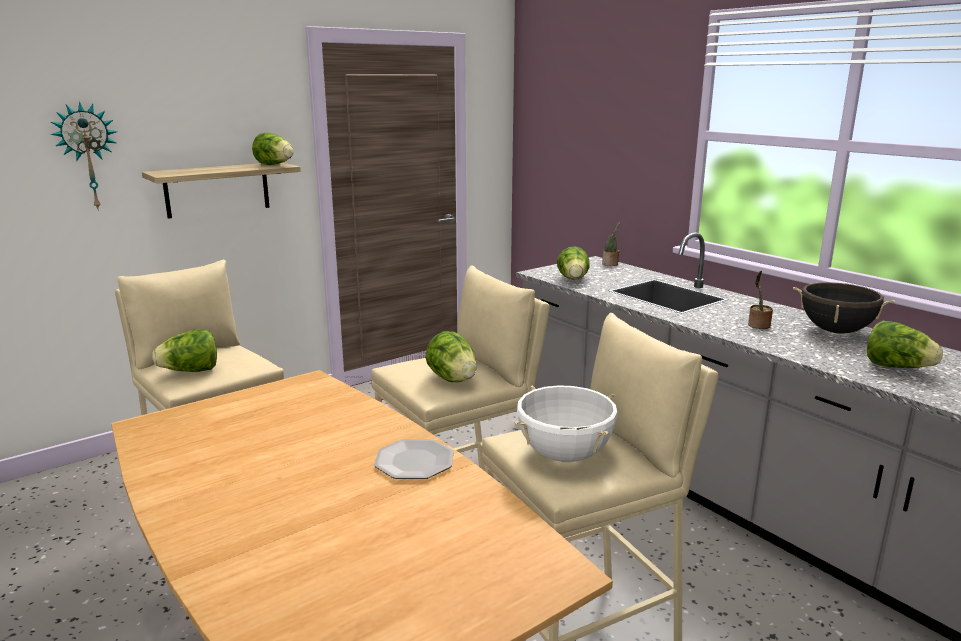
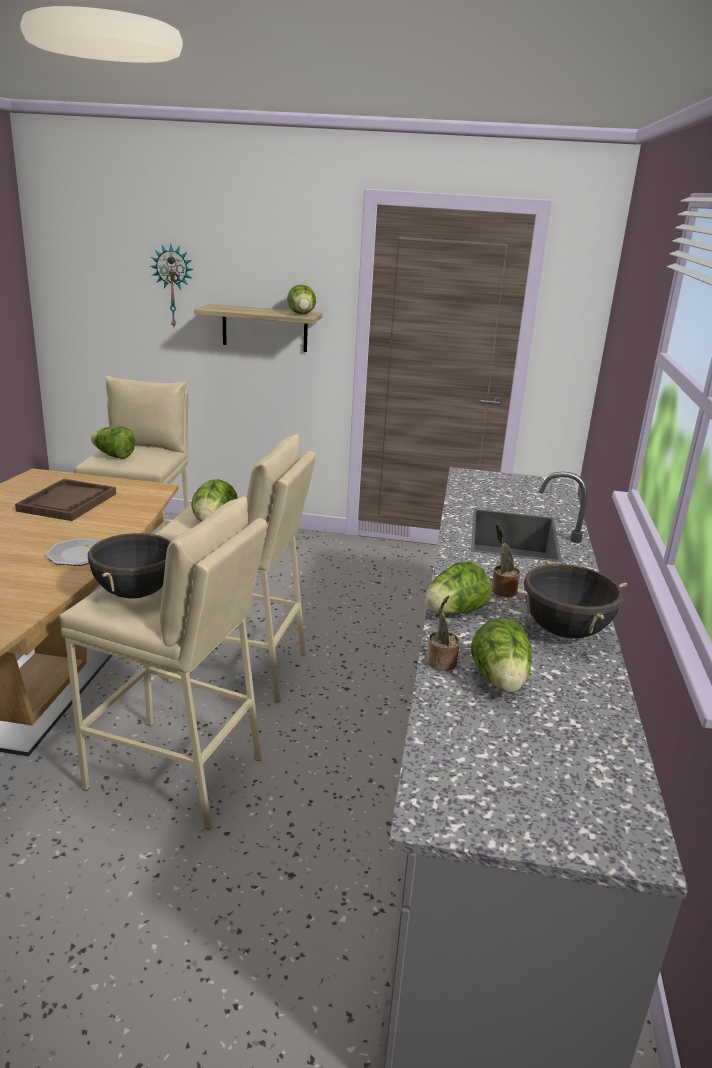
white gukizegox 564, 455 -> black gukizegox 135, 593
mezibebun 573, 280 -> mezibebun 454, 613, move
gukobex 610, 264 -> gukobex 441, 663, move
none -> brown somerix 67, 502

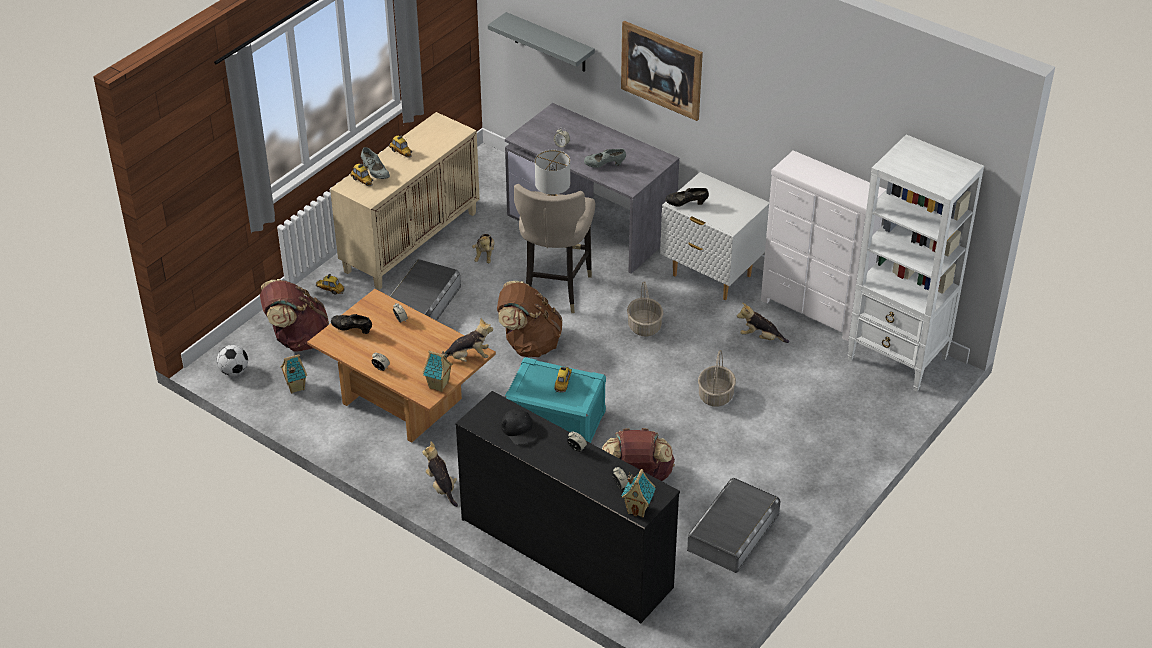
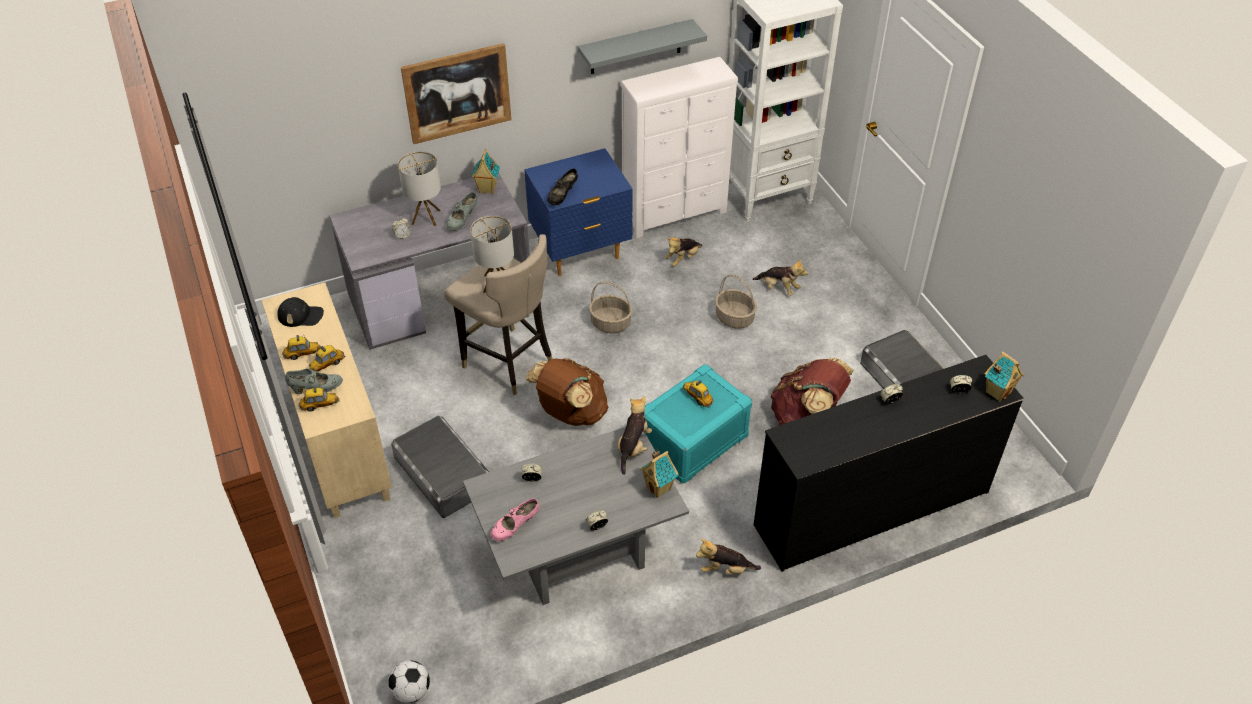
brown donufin 297, 339 -> none
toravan 295, 387 -> toravan 487, 189, move
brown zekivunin 405, 400 -> grey zekivunin 577, 546
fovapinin 330, 290 -> fovapinin 327, 365, move
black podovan 352, 330 -> pink podovan 515, 527
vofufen 484, 255 -> vofufen 779, 288, move
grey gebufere 550, 43 -> grey gebufere 635, 47, move
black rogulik 519, 430 -> black rogulik 301, 315, move
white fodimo 711, 276 -> blue fodimo 580, 253
none -> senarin 426, 217

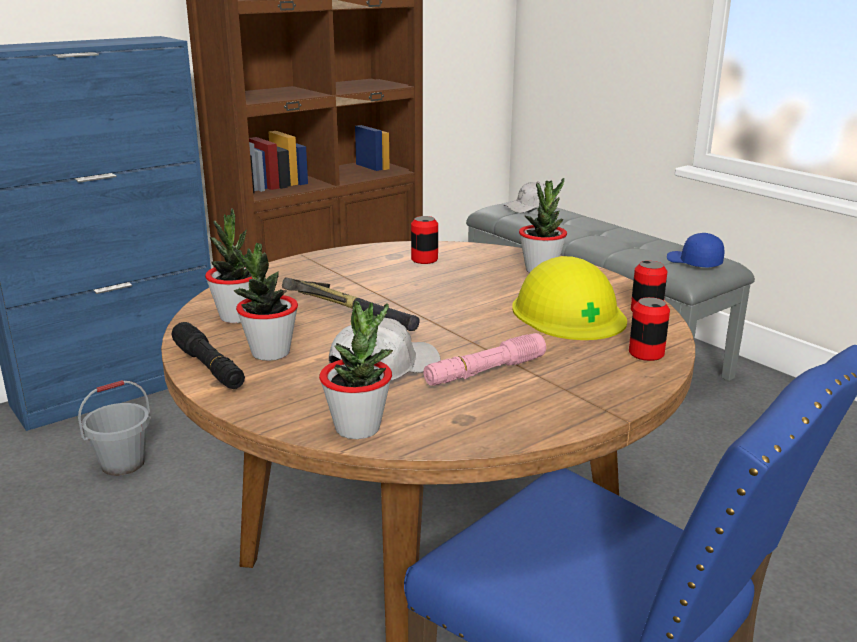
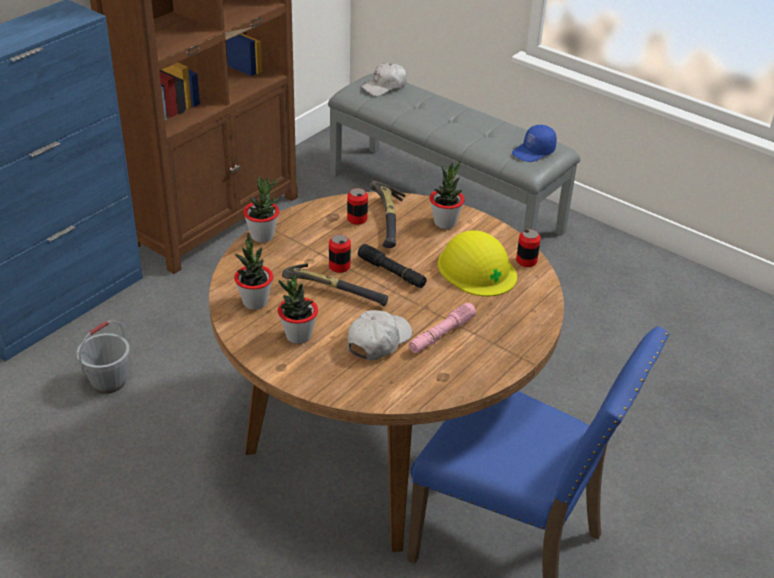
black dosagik 209, 367 -> black dosagik 392, 272, move
gukobex 358, 428 -> gukobex 262, 236, move
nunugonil 646, 353 -> nunugonil 339, 266, move
blue rogulik 693, 262 -> blue rogulik 534, 152, 75 degrees counterclockwise
none -> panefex 390, 221

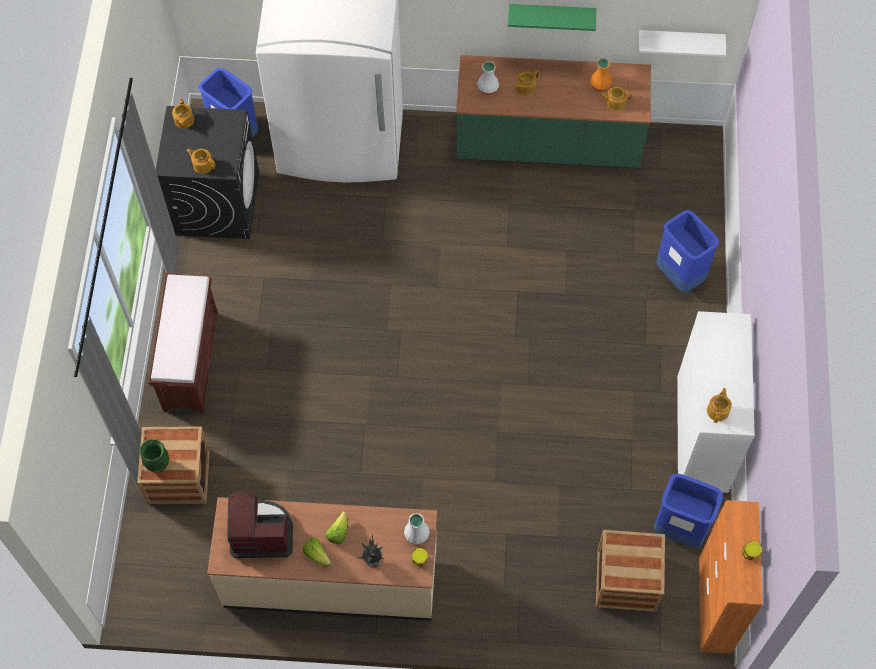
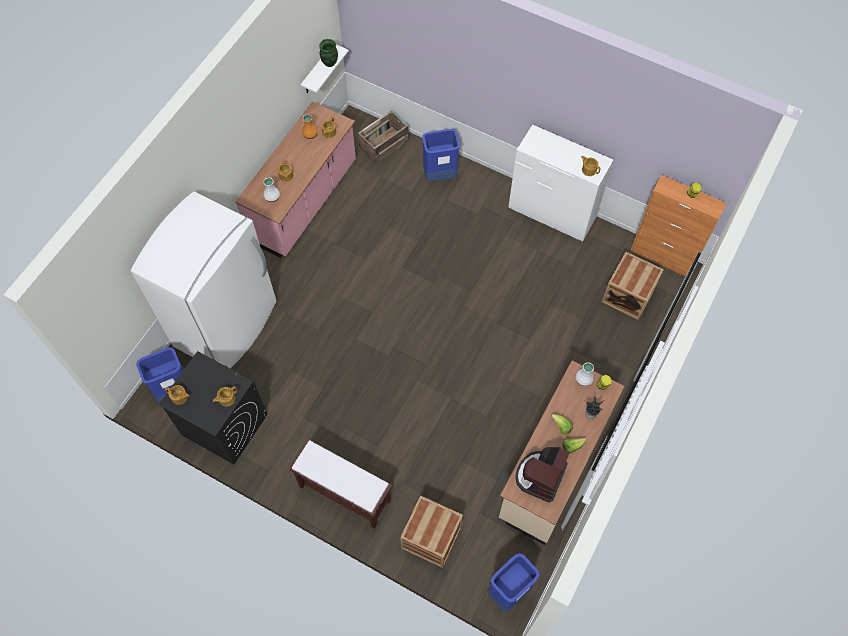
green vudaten 158, 464 -> green vudaten 329, 63, move
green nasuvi 548, 145 -> pink nasuvi 305, 202
green gebufere 551, 15 -> none
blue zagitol 679, 530 -> blue zagitol 509, 591, move
none -> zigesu 384, 143

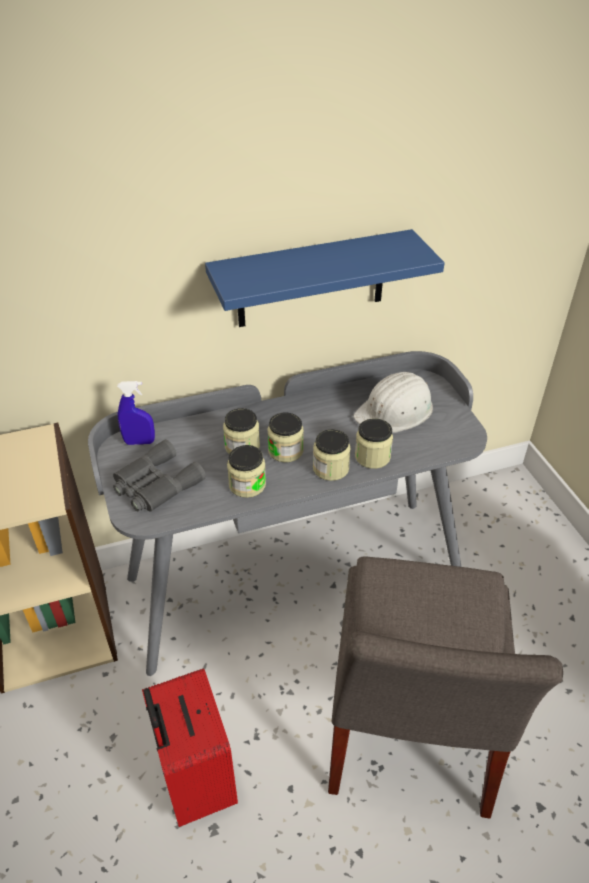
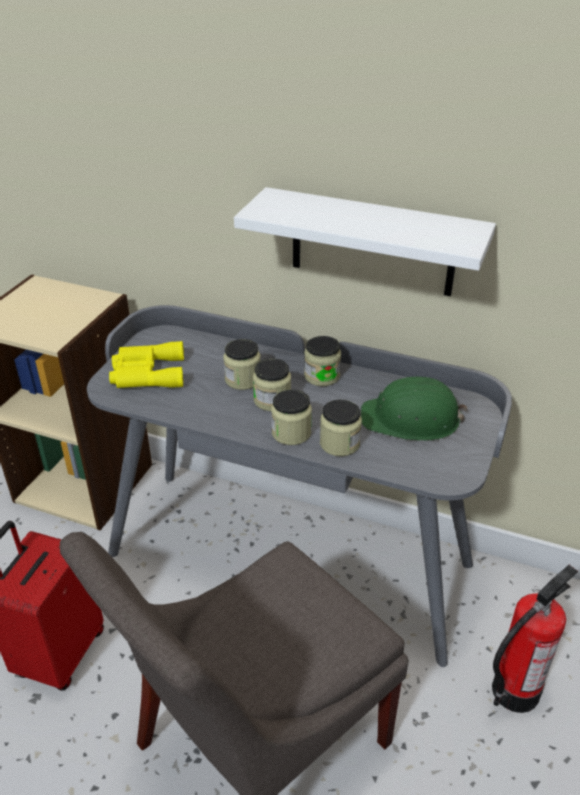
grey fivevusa 155, 485 -> yellow fivevusa 146, 373
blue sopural 139, 442 -> none
blue gebufere 311, 280 -> white gebufere 372, 243
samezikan 247, 484 -> samezikan 322, 376, move
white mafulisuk 395, 411 -> green mafulisuk 411, 419
none -> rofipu 514, 691

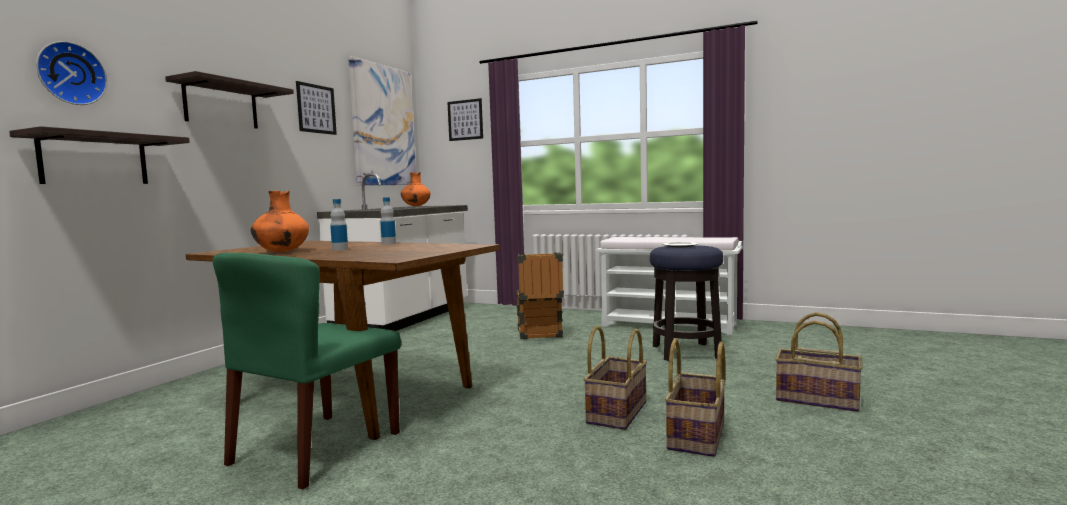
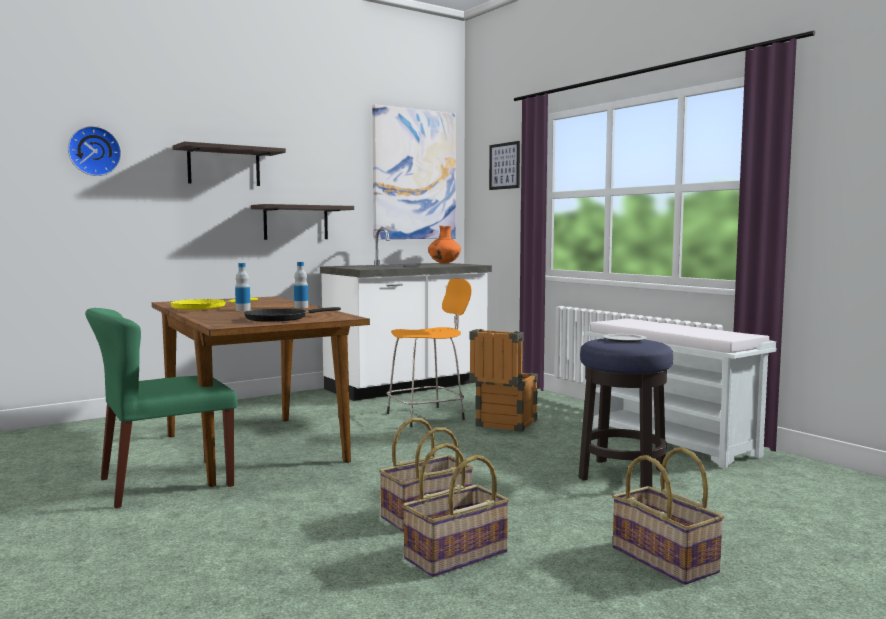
gebufere 94, 160 -> gebufere 296, 222, move
orange vudaten 281, 252 -> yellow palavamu 203, 307
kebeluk 316, 109 -> none
none -> black palavamu 280, 318
none -> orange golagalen 428, 416

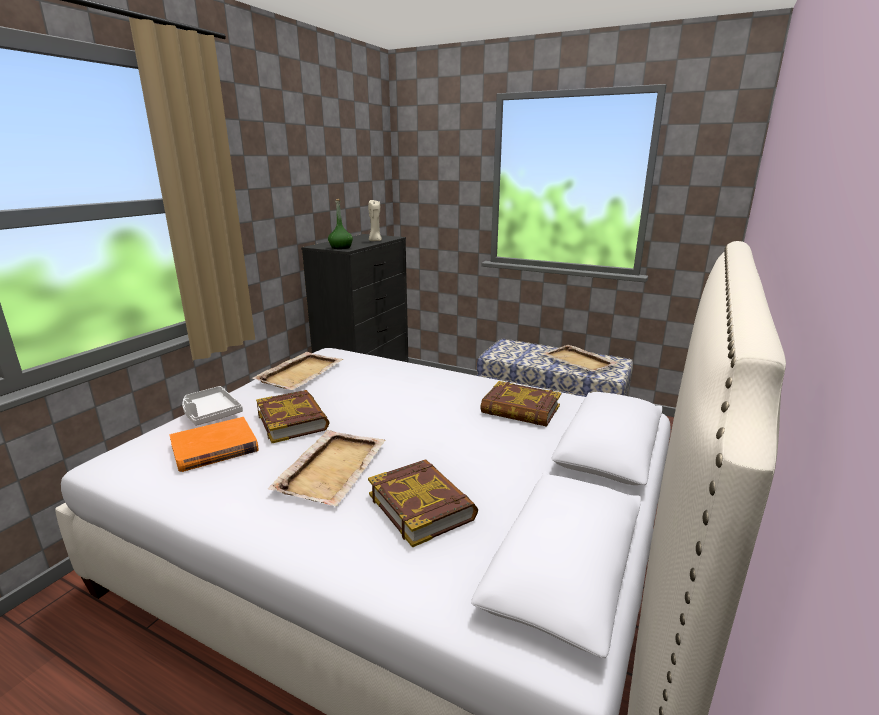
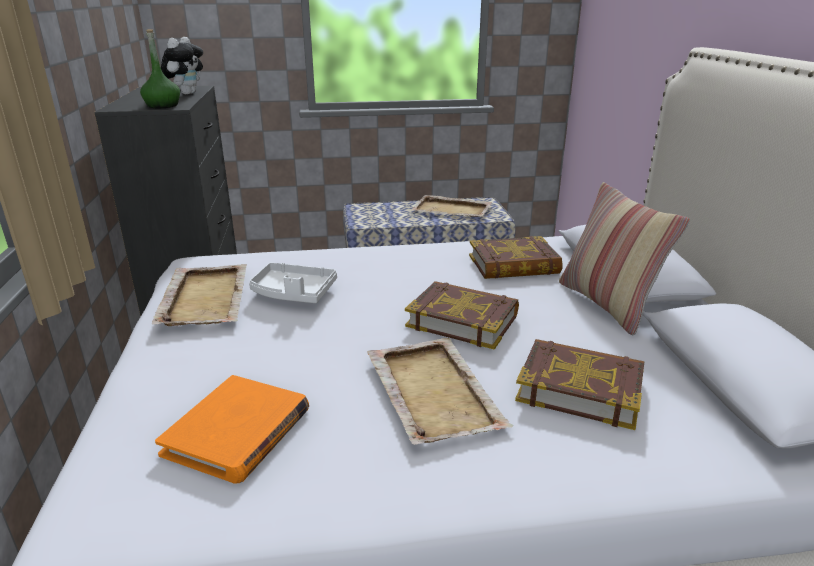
white somerix 210, 413 -> white somerix 293, 293, move
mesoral 293, 421 -> mesoral 462, 320, move
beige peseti 375, 241 -> vofufen 187, 93
none -> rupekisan 607, 304

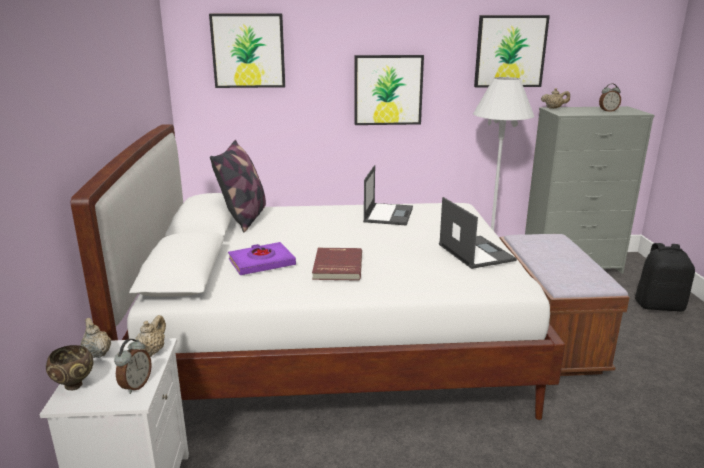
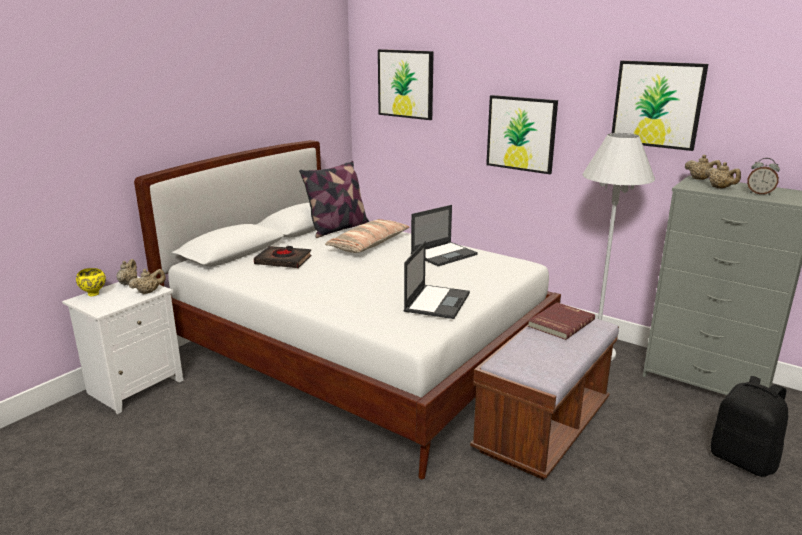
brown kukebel 75, 385 -> yellow kukebel 94, 294
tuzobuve 135, 385 -> none
purple mesoral 261, 263 -> black mesoral 283, 261
red mesoral 336, 266 -> red mesoral 560, 323, move
none -> rupekisan 369, 245
none -> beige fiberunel 720, 188

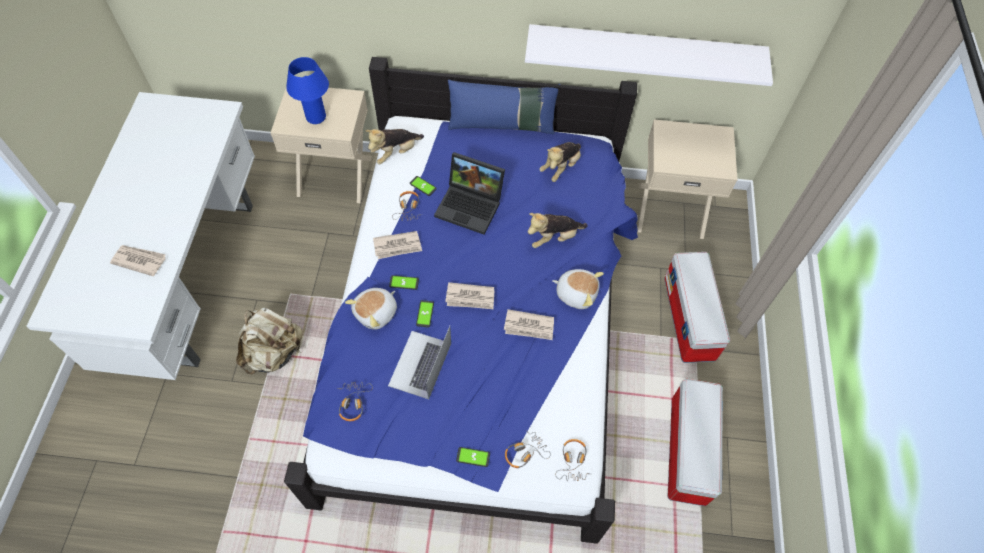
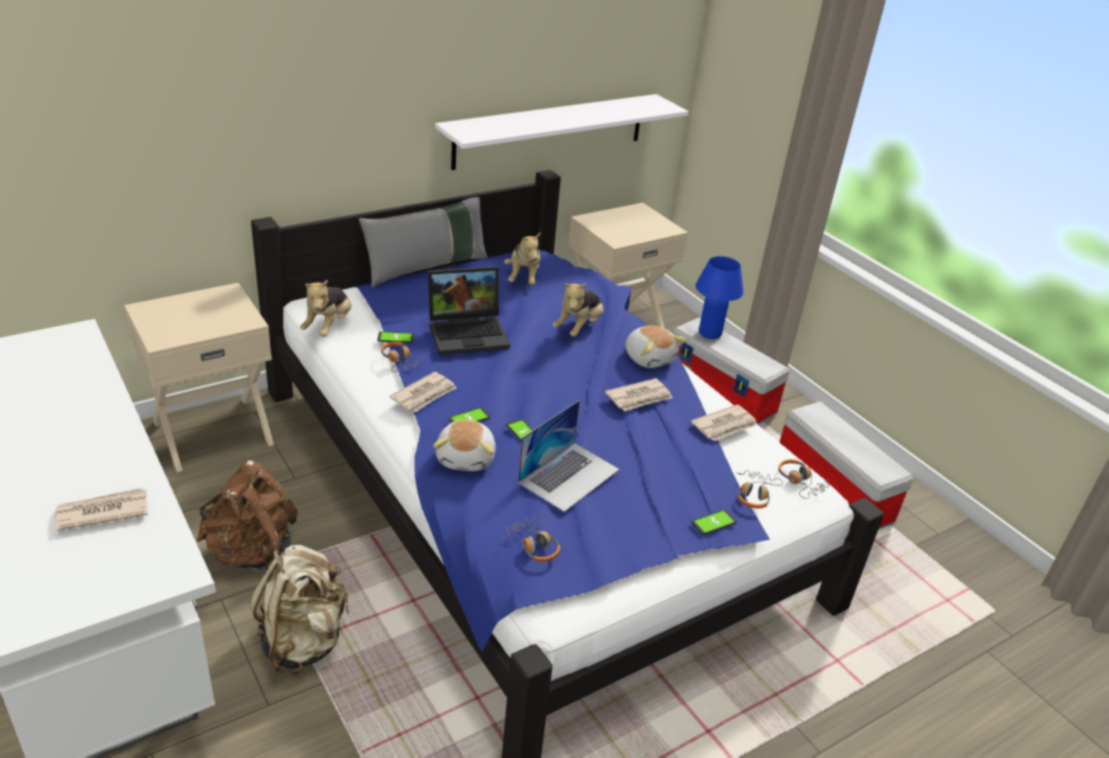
blue senarin 316, 117 -> blue senarin 710, 333, move
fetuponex 420, 364 -> fetuponex 569, 475, 120 degrees counterclockwise
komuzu 470, 298 -> komuzu 725, 425, move
blue rupekisan 502, 125 -> grey rupekisan 426, 267
vofufen 576, 293 -> vofufen 649, 358, 75 degrees clockwise
none -> brown donufin 252, 553

